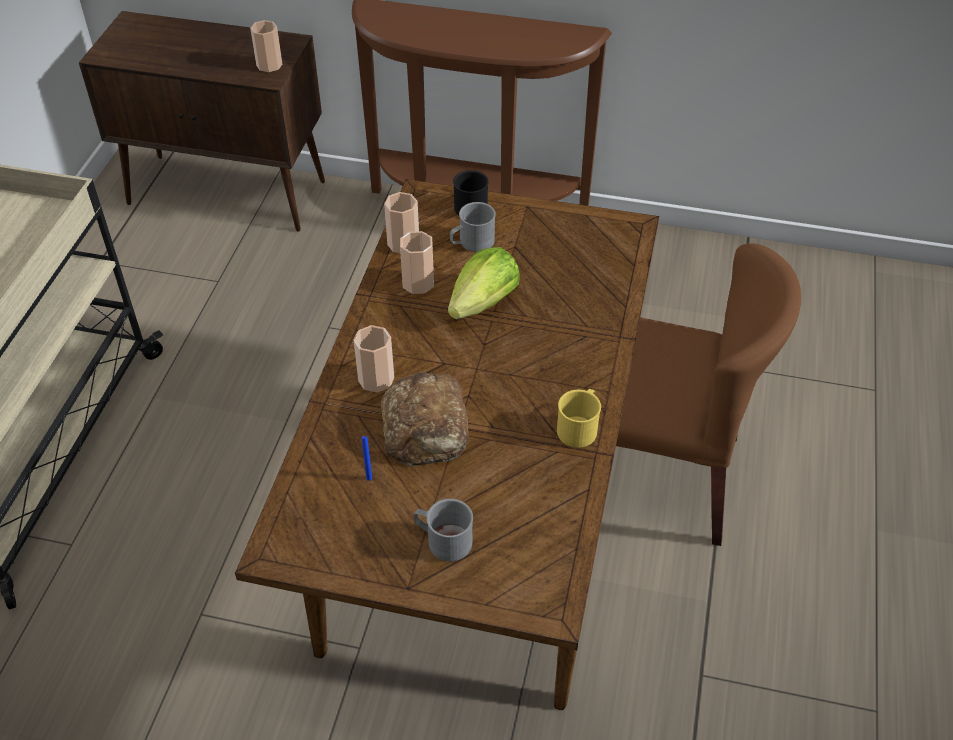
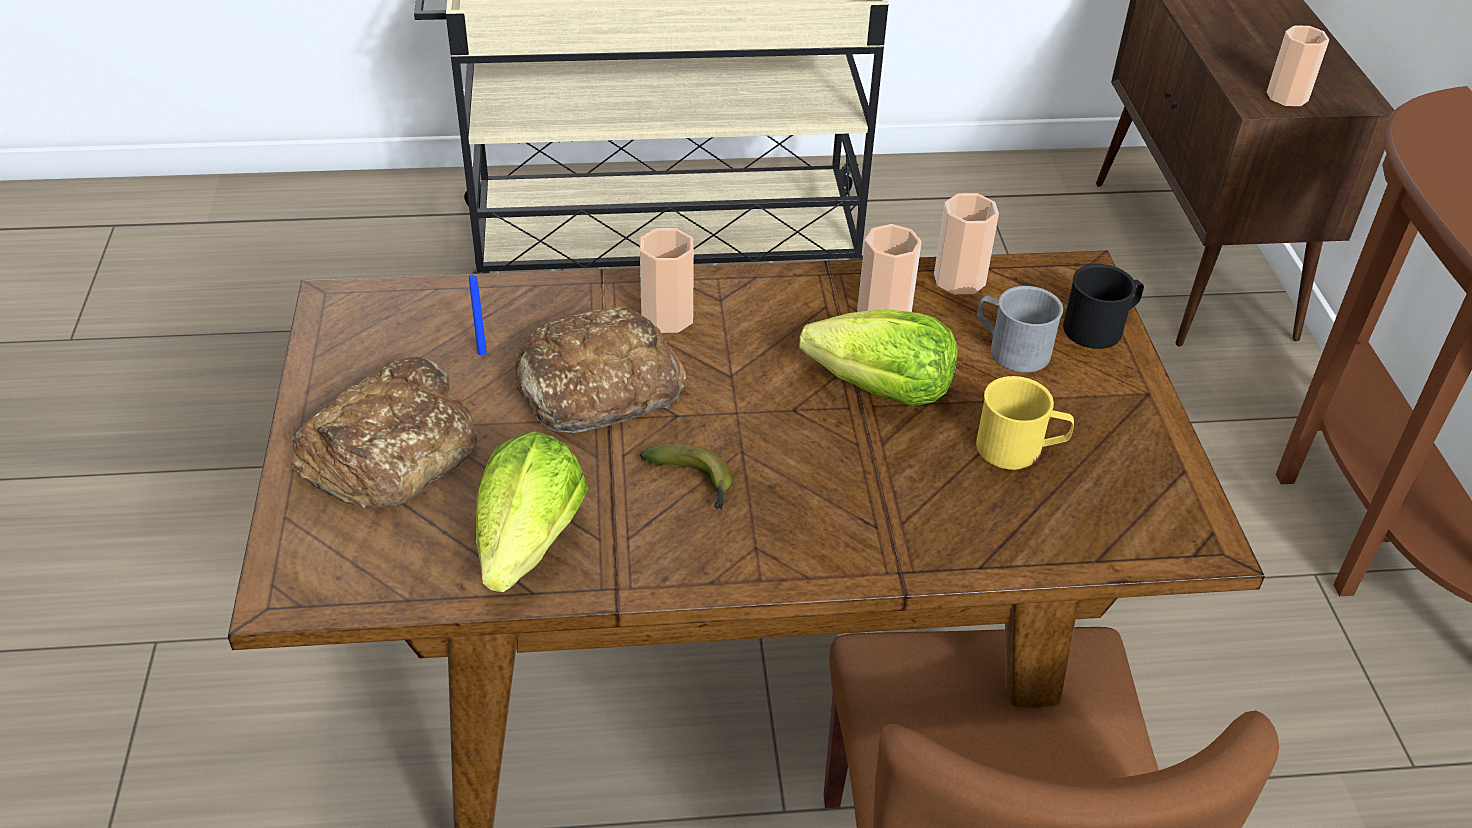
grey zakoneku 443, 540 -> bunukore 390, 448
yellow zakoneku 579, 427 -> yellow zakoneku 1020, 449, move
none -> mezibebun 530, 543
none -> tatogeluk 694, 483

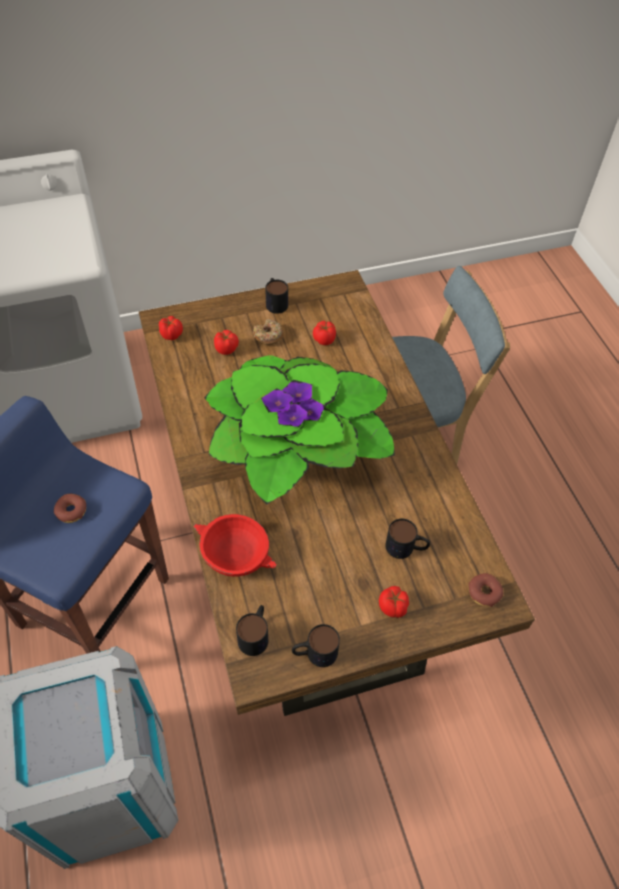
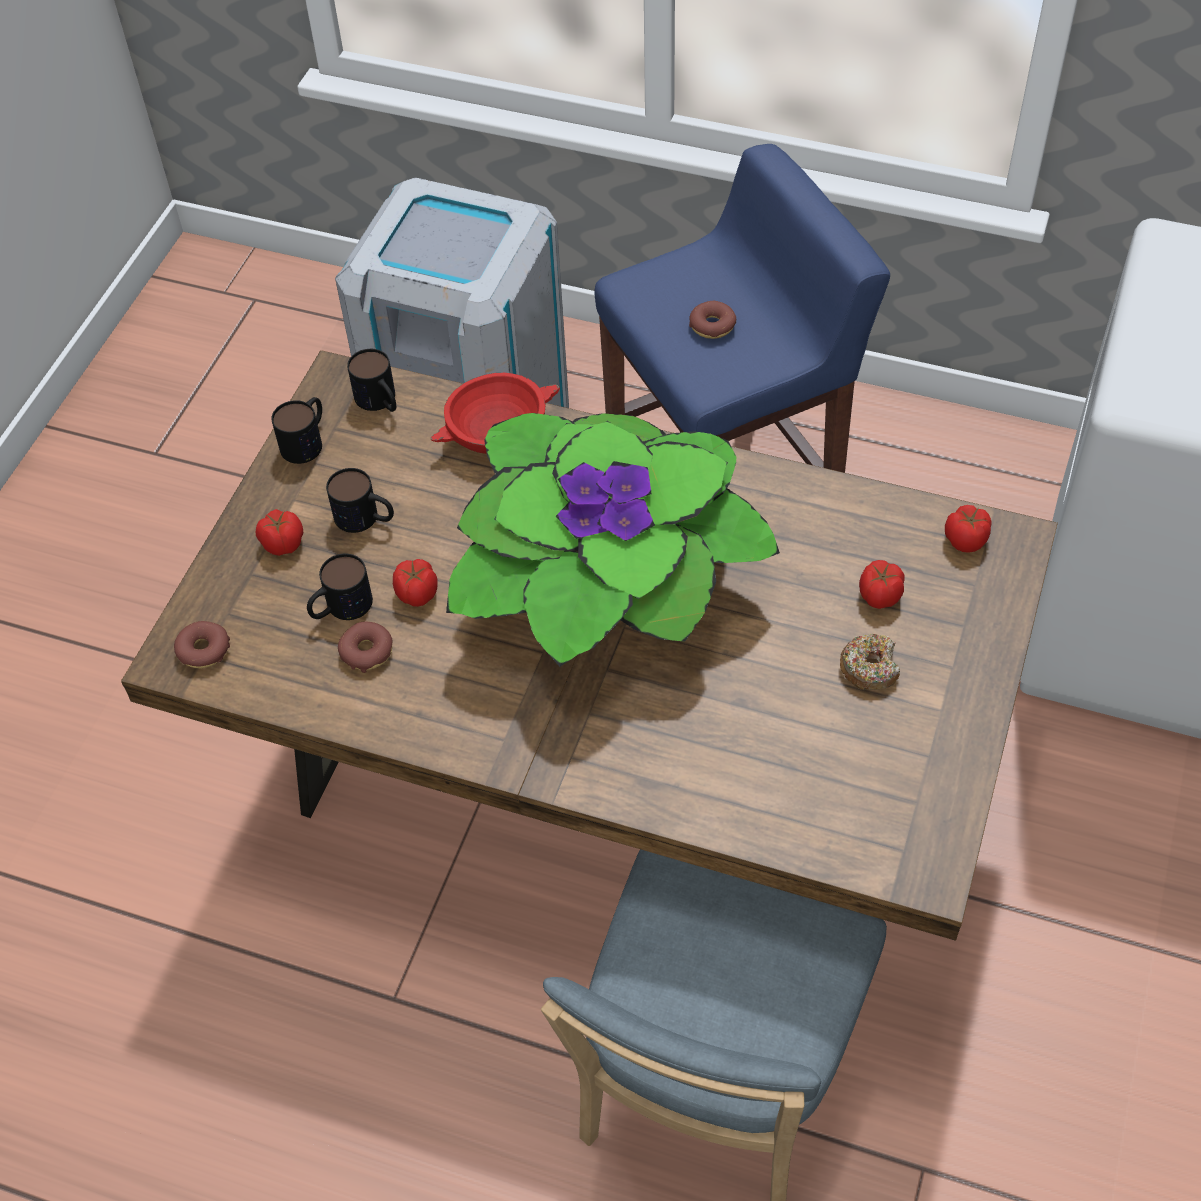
zakoneku 275, 302 -> zakoneku 365, 518, move
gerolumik 324, 339 -> gerolumik 417, 594, move
none -> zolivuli 367, 651

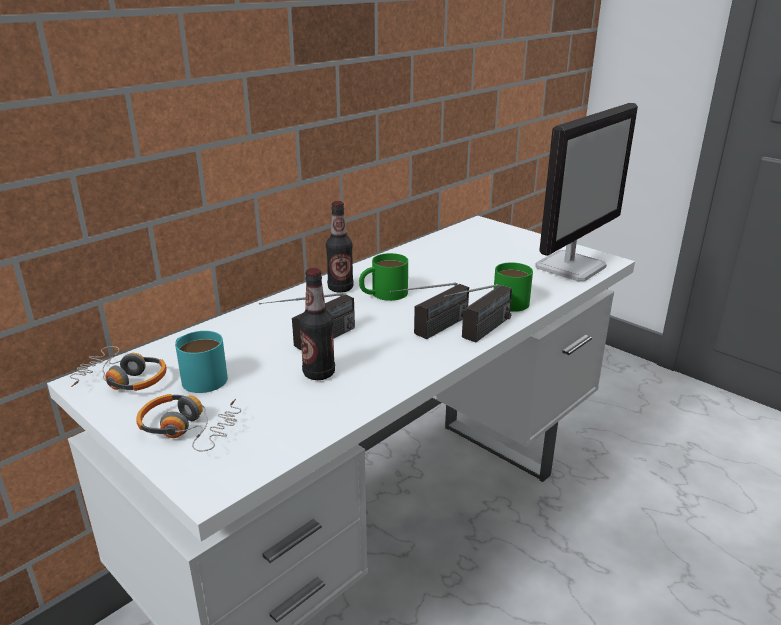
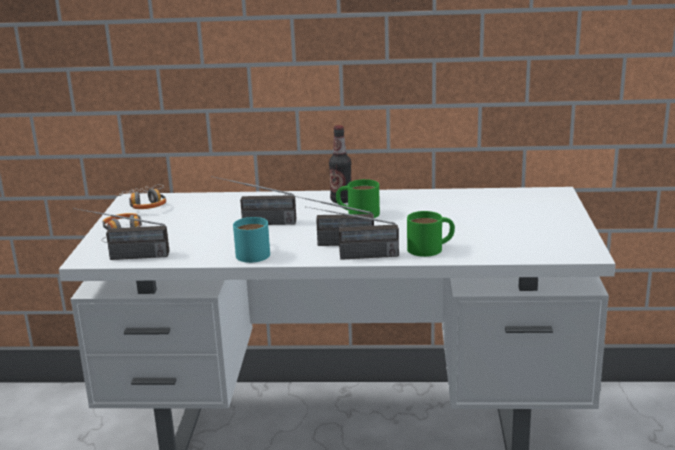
turquoise zakoneku 199, 376 -> turquoise zakoneku 253, 252, move
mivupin 319, 373 -> none
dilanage 570, 267 -> none
none -> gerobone 124, 257

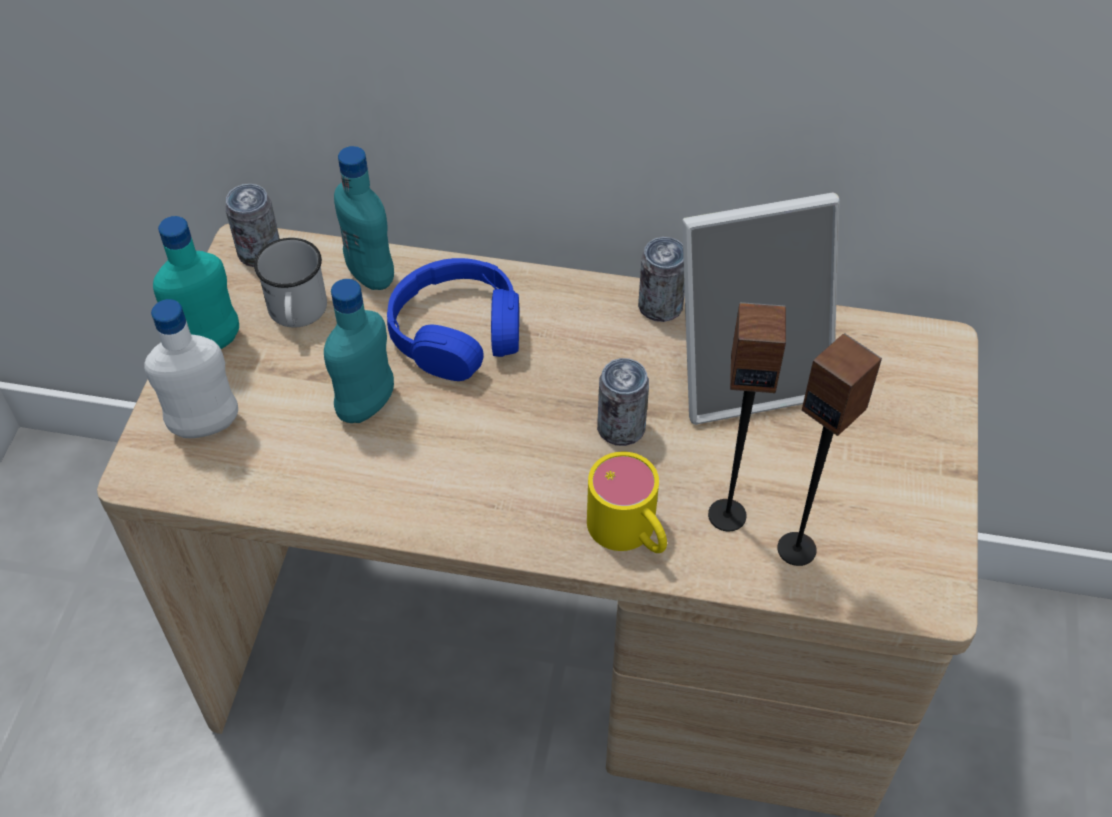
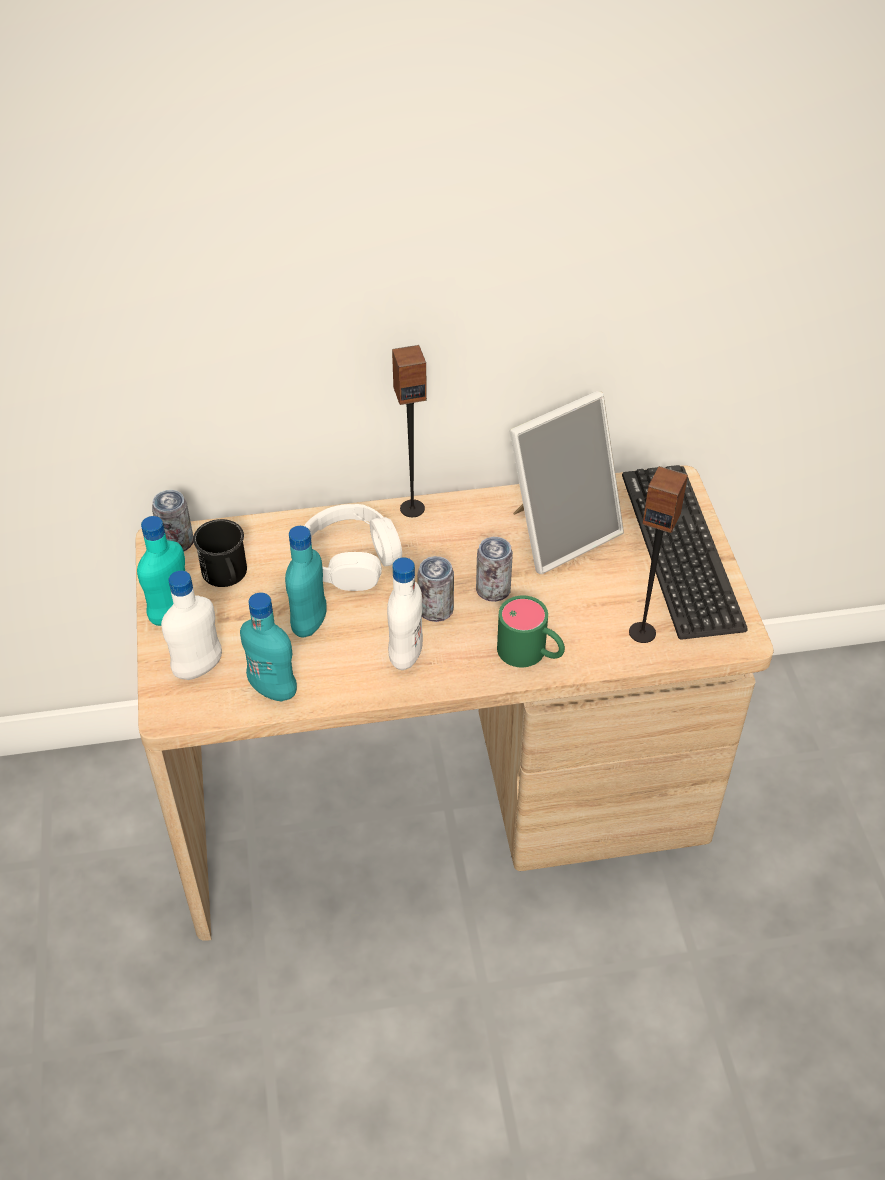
white zakoneku 297, 314 -> black zakoneku 227, 576
turquoise mivupin 370, 275 -> turquoise mivupin 273, 689, move
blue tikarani 457, 333 -> white tikarani 350, 559
yellow zakoneku 630, 533 -> green zakoneku 531, 653
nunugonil 660, 306 -> nunugonil 435, 610, move
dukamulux 727, 514 -> dukamulux 412, 508, move
none -> white mivupin 405, 655
none -> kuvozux 680, 550

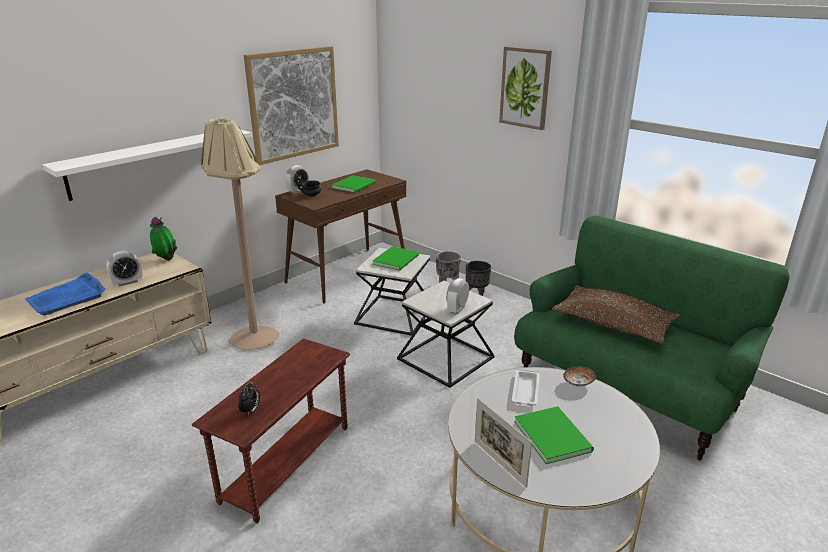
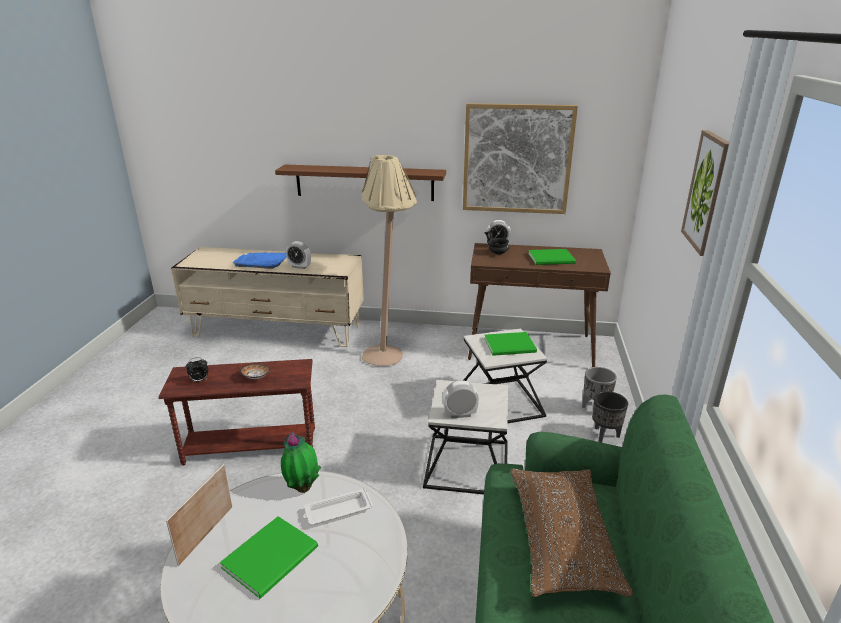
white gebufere 152, 162 -> brown gebufere 364, 182
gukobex 166, 259 -> gukobex 302, 488, move
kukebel 577, 383 -> kukebel 255, 377, move

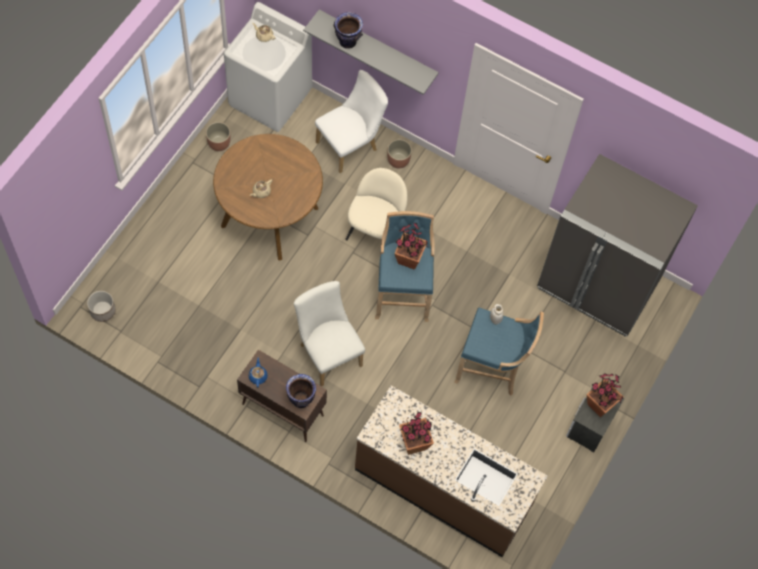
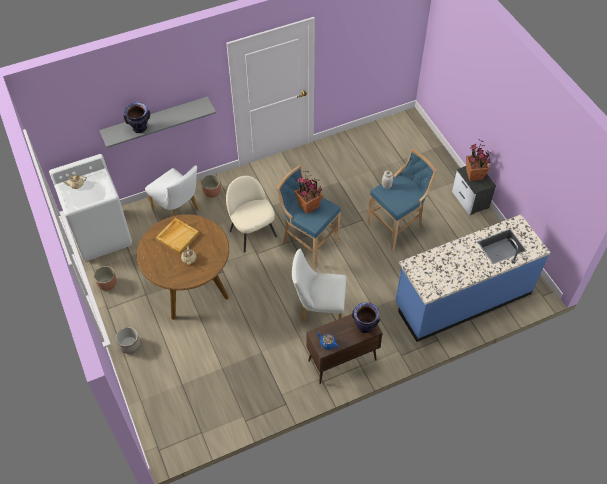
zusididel 102, 311 -> zusididel 129, 345, move
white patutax 350, 145 -> white patutax 178, 210, 135 degrees clockwise
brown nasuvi 443, 488 -> blue nasuvi 462, 299
gukobex 414, 443 -> none
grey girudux 598, 285 -> none
none -> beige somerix 177, 236

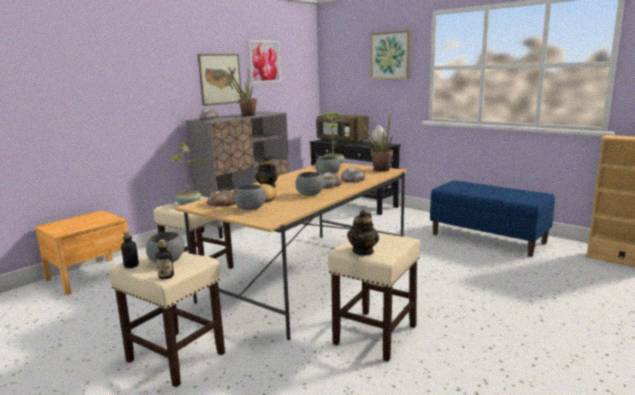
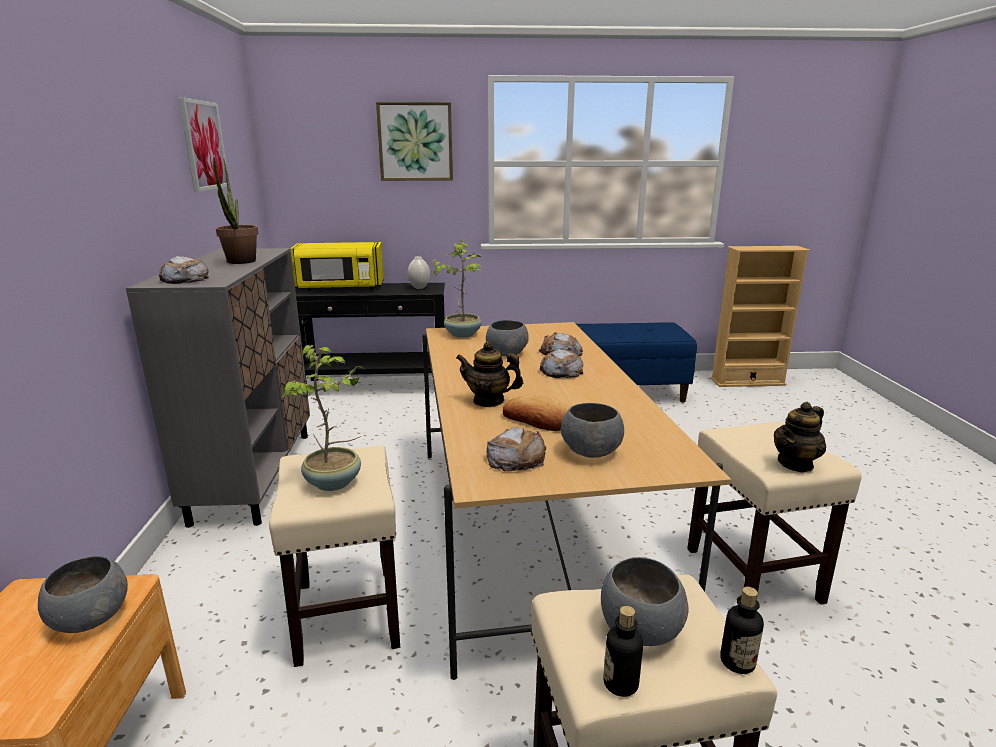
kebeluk 220, 79 -> none
grey kukebel 309, 194 -> grey kukebel 89, 619, move
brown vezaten 341, 141 -> yellow vezaten 340, 287
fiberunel 363, 251 -> fiberunel 795, 464, 75 degrees clockwise
gukobex 377, 169 -> none

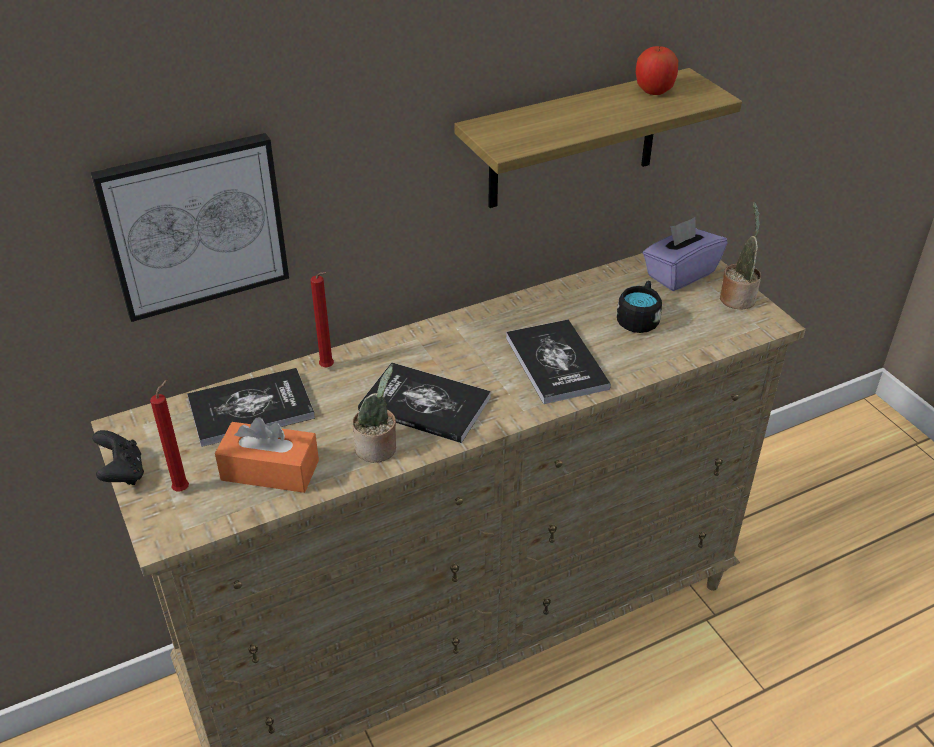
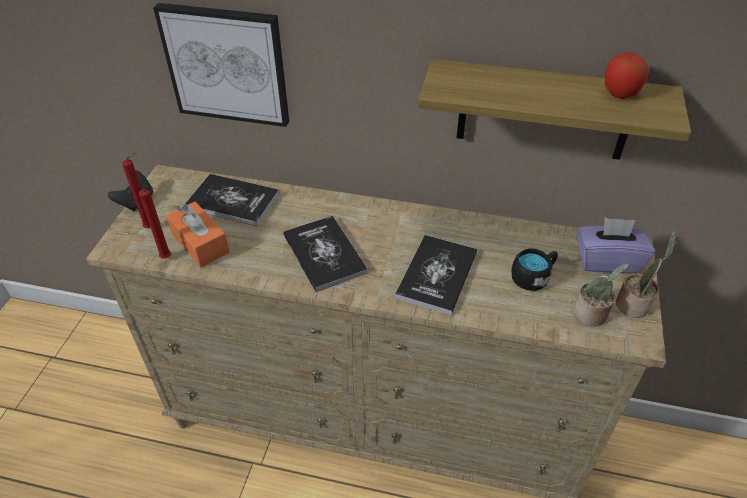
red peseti 328, 368 -> red peseti 166, 259, move
gukobex 378, 449 -> gukobex 591, 315, move

